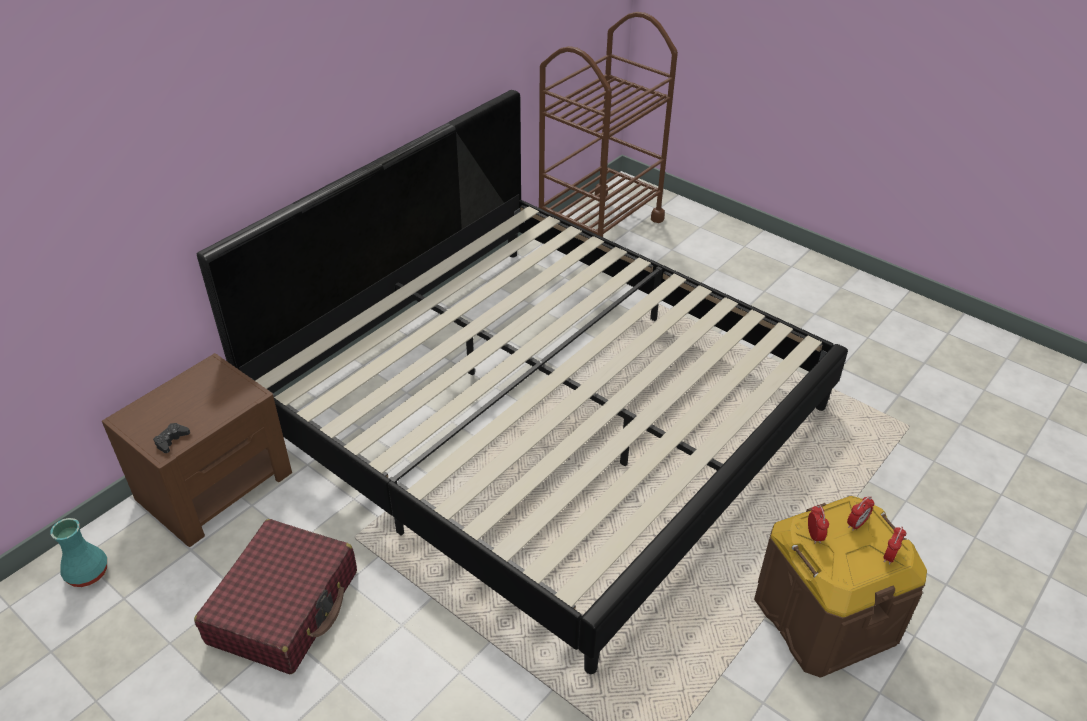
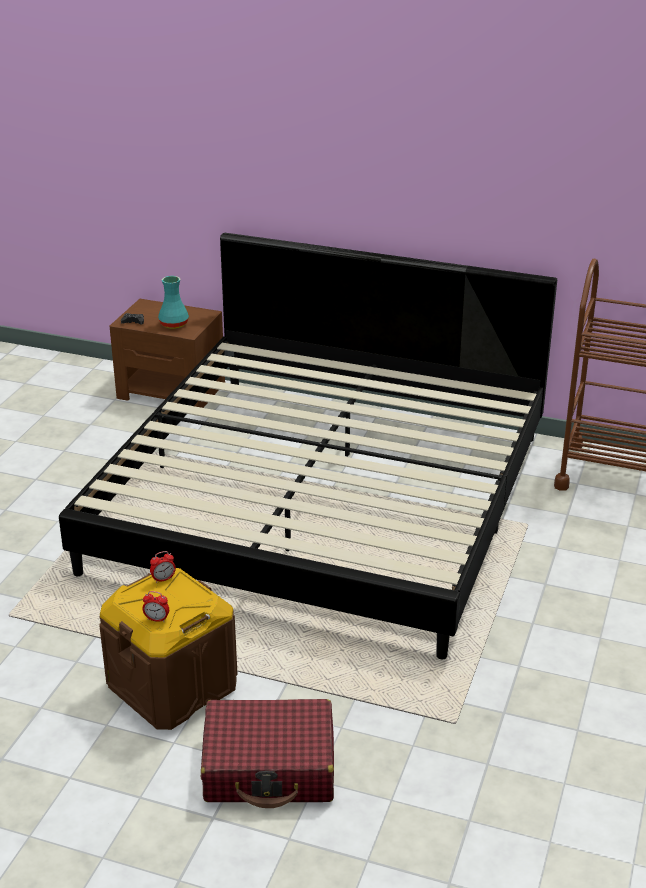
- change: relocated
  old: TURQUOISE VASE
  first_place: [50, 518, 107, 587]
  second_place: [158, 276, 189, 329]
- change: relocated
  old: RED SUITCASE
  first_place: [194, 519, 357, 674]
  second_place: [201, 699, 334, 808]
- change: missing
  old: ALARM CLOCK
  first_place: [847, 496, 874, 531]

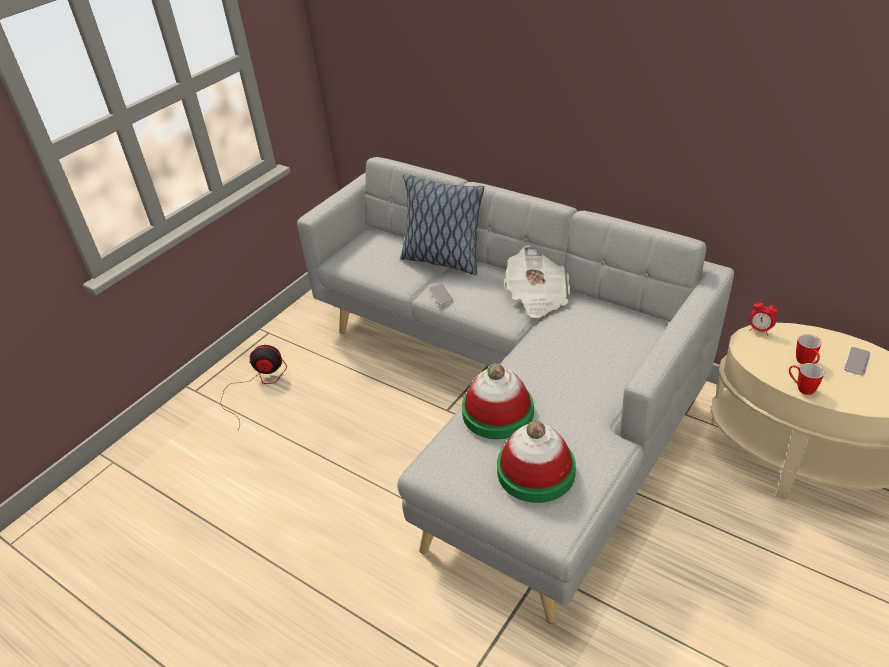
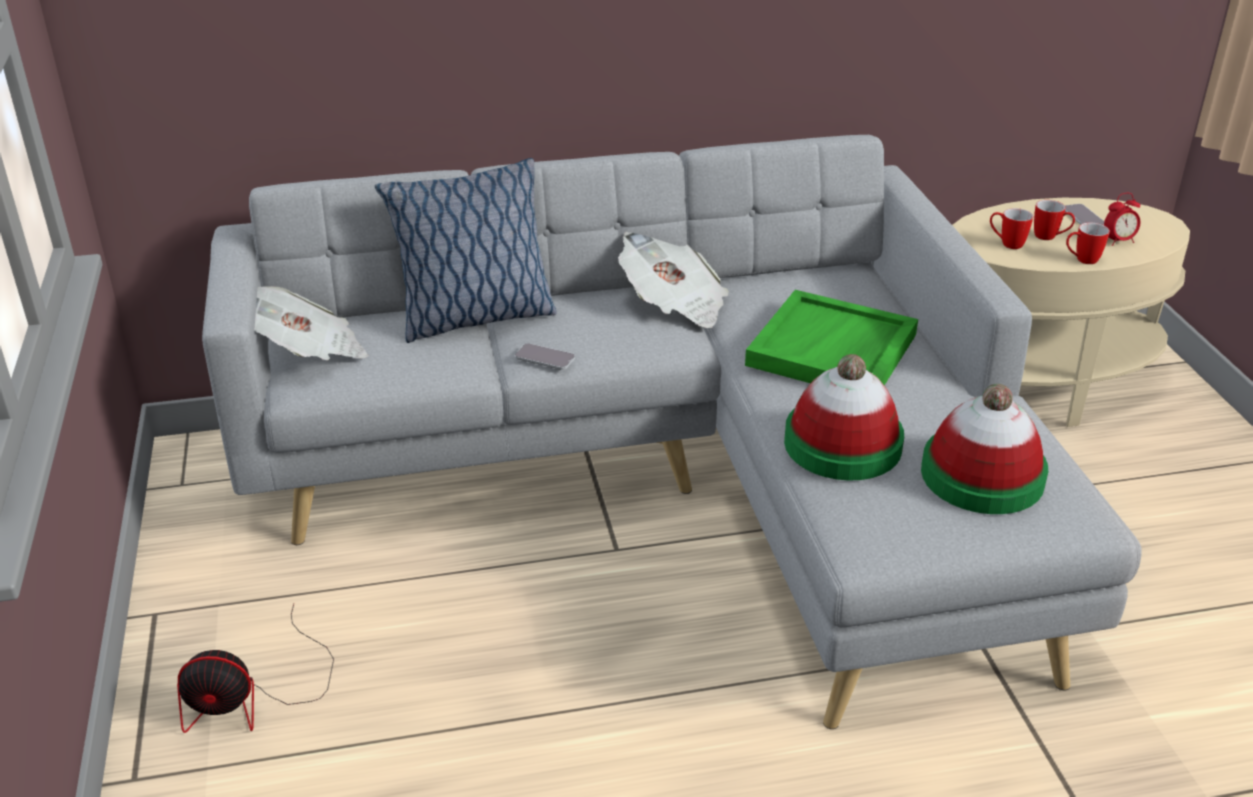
- change: spun
  old: FAN
  first_place: [220, 345, 287, 431]
  second_place: [177, 604, 334, 733]
  degrees: -135
- change: relocated
  old: ALARM CLOCK
  first_place: [749, 299, 778, 336]
  second_place: [1104, 193, 1140, 246]
- change: appeared
  new: NEWSPAPER
  second_place: [254, 286, 369, 360]
- change: appeared
  new: GREEN TRAY
  second_place: [745, 290, 918, 385]
- change: appeared
  new: MUG
  second_place: [990, 208, 1033, 249]

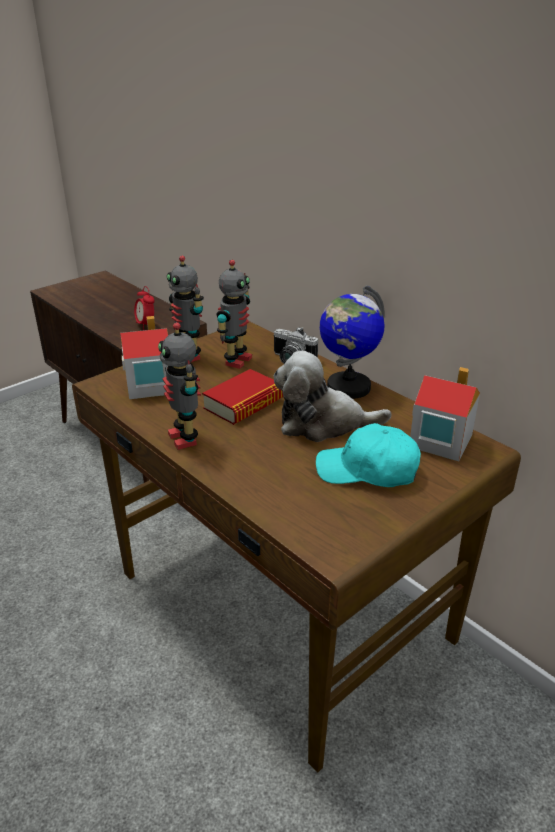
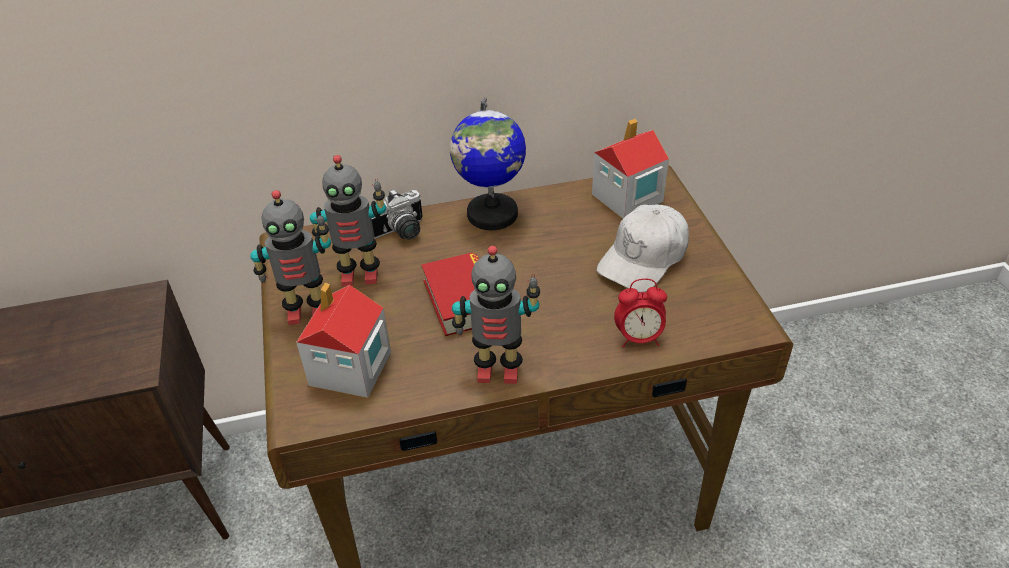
- change: relocated
  old: ALARM CLOCK
  first_place: [134, 286, 155, 330]
  second_place: [614, 279, 667, 347]
- change: spun
  old: TOY ROBOT
  first_place: [217, 260, 252, 369]
  second_place: [310, 155, 386, 287]
  degrees: 120
- change: missing
  old: PLUSH TOY
  first_place: [273, 351, 391, 442]
- change: colour
  old: TURQUOISE CAP
  new: WHITE CAP
  first_place: [316, 423, 421, 487]
  second_place: [597, 205, 689, 292]

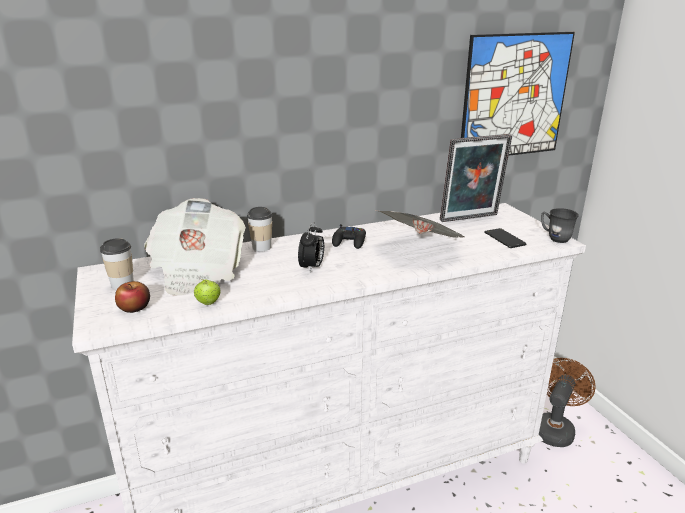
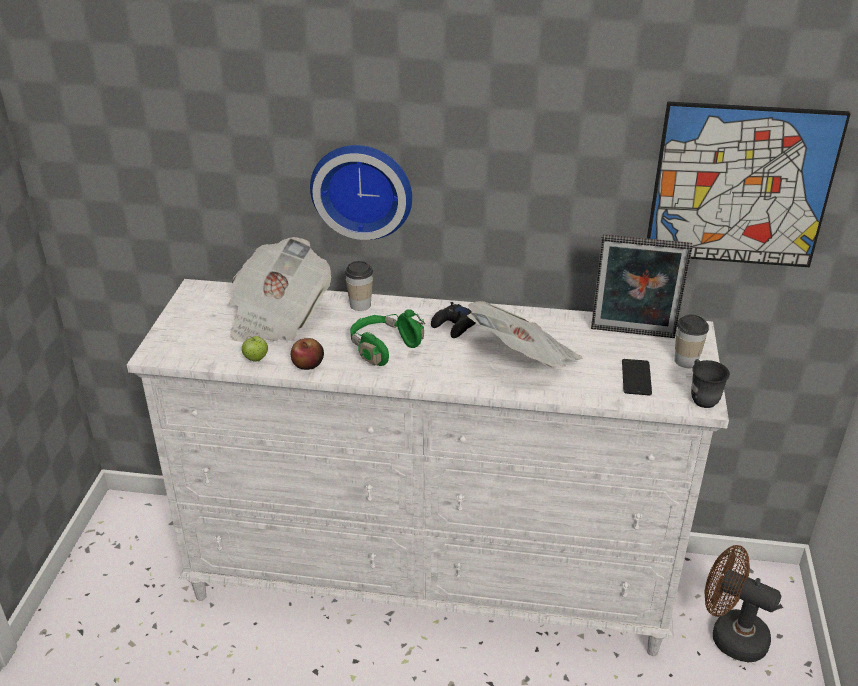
- change: relocated
  old: CUP
  first_place: [100, 238, 134, 289]
  second_place: [674, 314, 709, 368]
- change: relocated
  old: APPLE
  first_place: [115, 281, 150, 313]
  second_place: [291, 338, 324, 370]
- change: exchanged
  old: ALARM CLOCK
  new: GREEN HEADPHONES
  first_place: [298, 222, 324, 272]
  second_place: [350, 309, 426, 366]
- change: spun
  old: BROWN FAN
  first_place: [539, 358, 595, 447]
  second_place: [704, 545, 781, 662]
  degrees: -120
- change: appeared
  new: WALL CLOCK
  second_place: [310, 145, 412, 240]

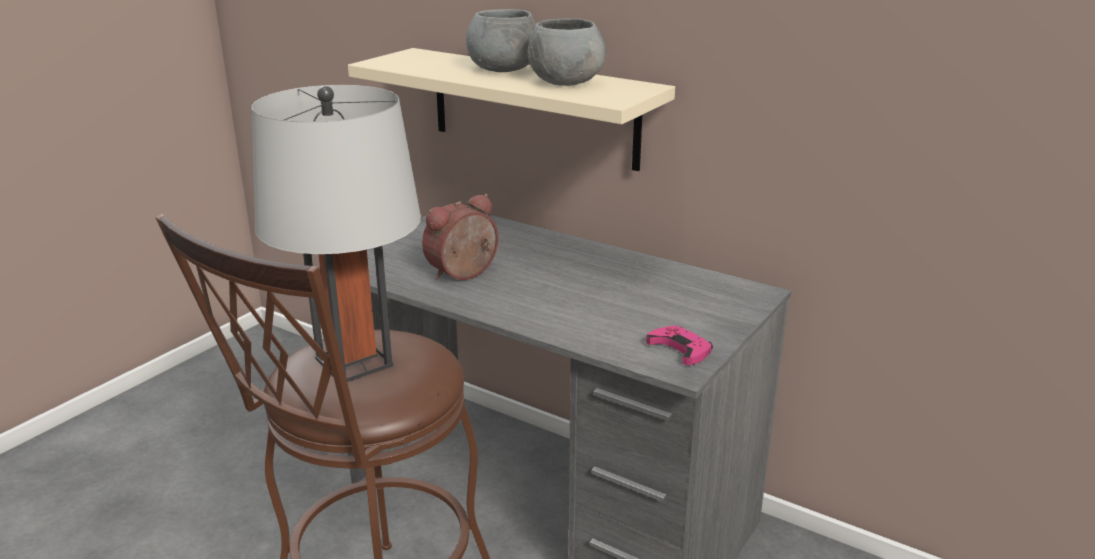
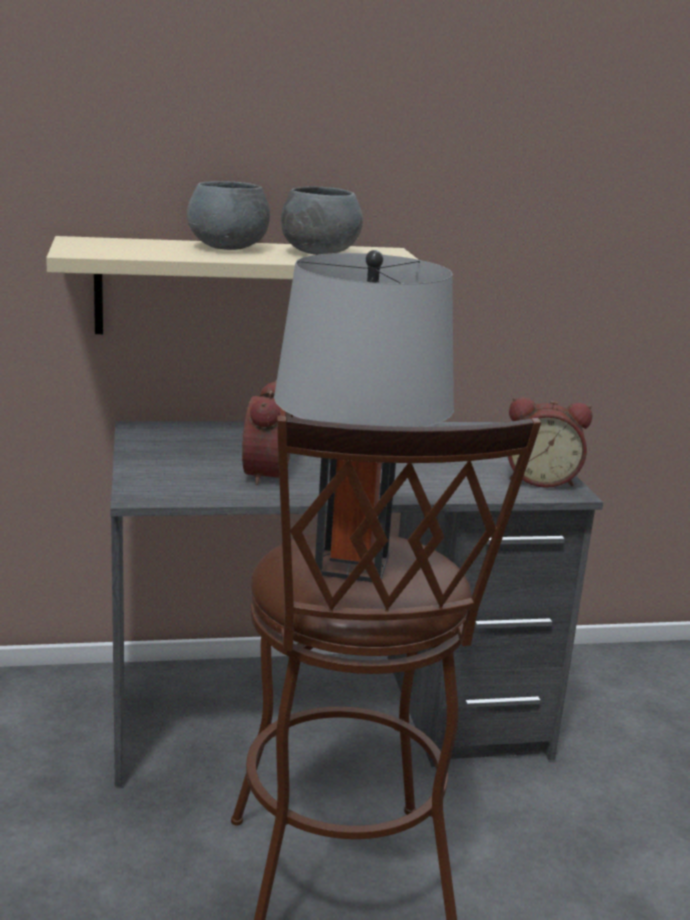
- change: exchanged
  old: PINK GAME CONTROLLER
  new: ALARM CLOCK
  first_place: [646, 326, 713, 365]
  second_place: [508, 397, 592, 488]

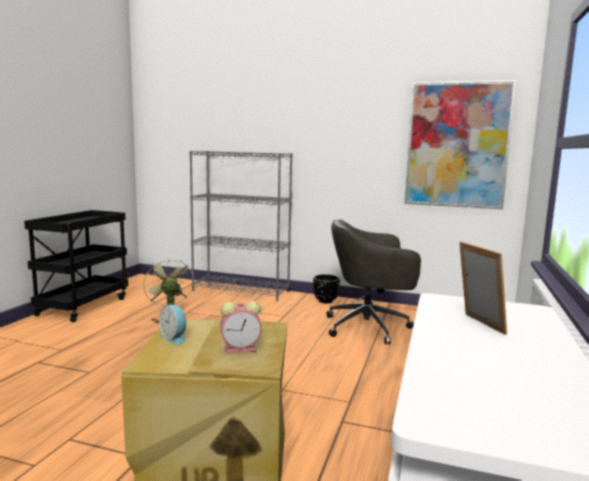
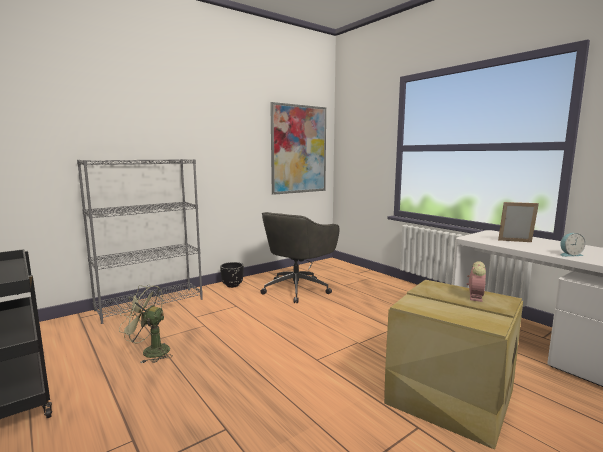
- change: relocated
  old: ALARM CLOCK
  first_place: [160, 305, 187, 345]
  second_place: [560, 233, 585, 257]

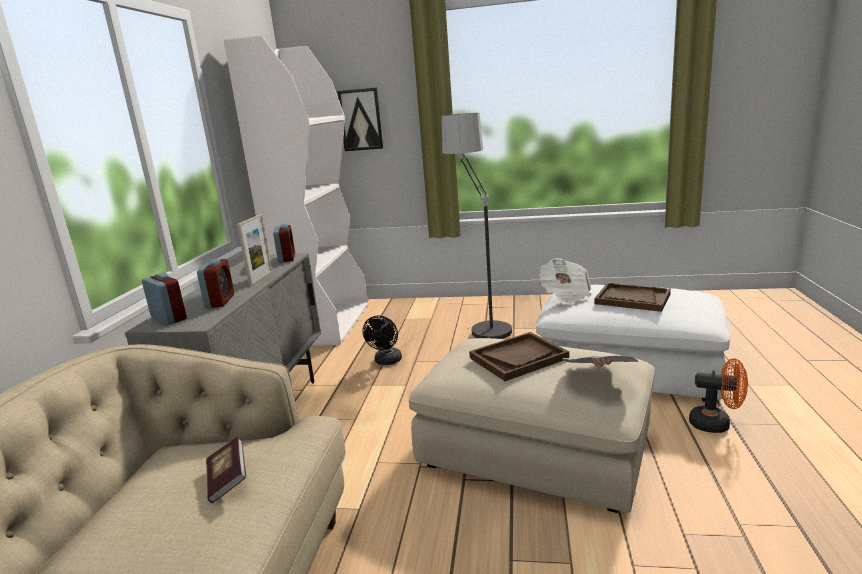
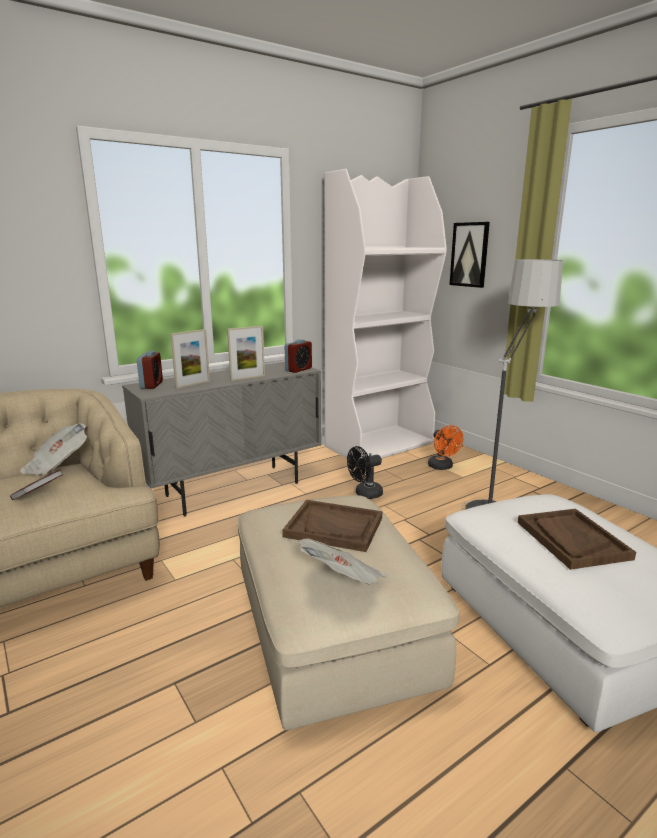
- change: exchanged
  old: ALARM CLOCK
  new: PICTURE FRAME
  first_place: [197, 259, 234, 308]
  second_place: [170, 329, 210, 389]
- change: relocated
  old: NEWSPAPER
  first_place: [539, 258, 591, 305]
  second_place: [20, 423, 87, 475]
- change: relocated
  old: ORANGE FAN
  first_place: [689, 358, 748, 433]
  second_place: [428, 425, 463, 470]

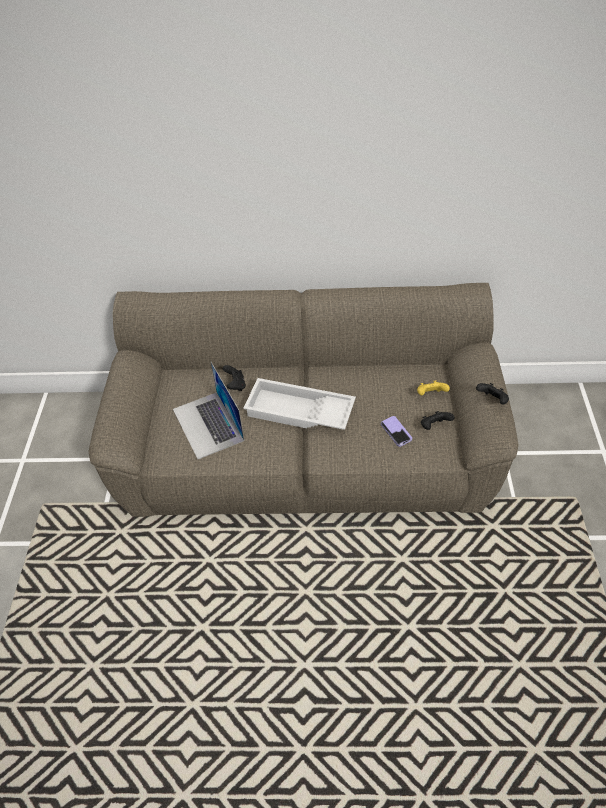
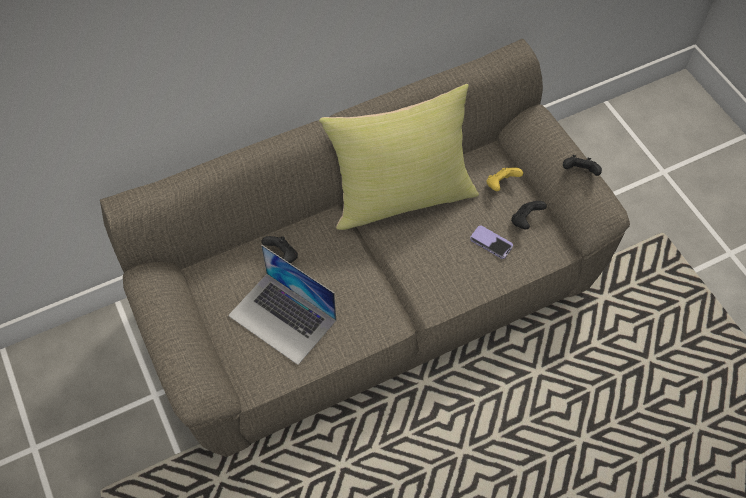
- change: missing
  old: WHITE TRAY
  first_place: [243, 378, 356, 430]
- change: appeared
  new: YELLOW PILLOW
  second_place: [319, 84, 479, 230]

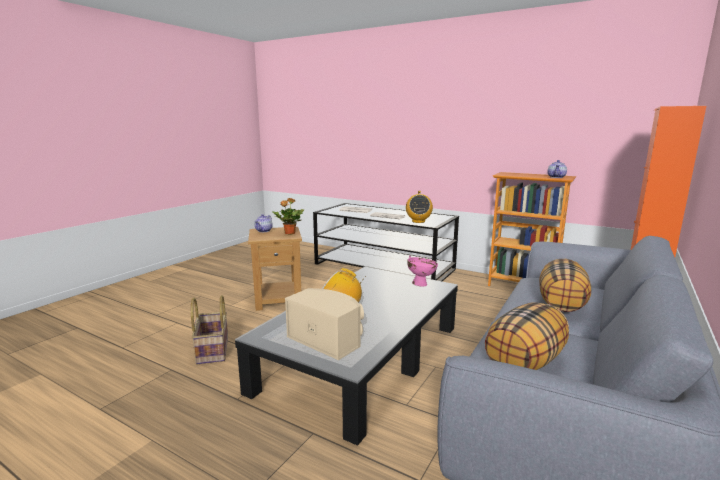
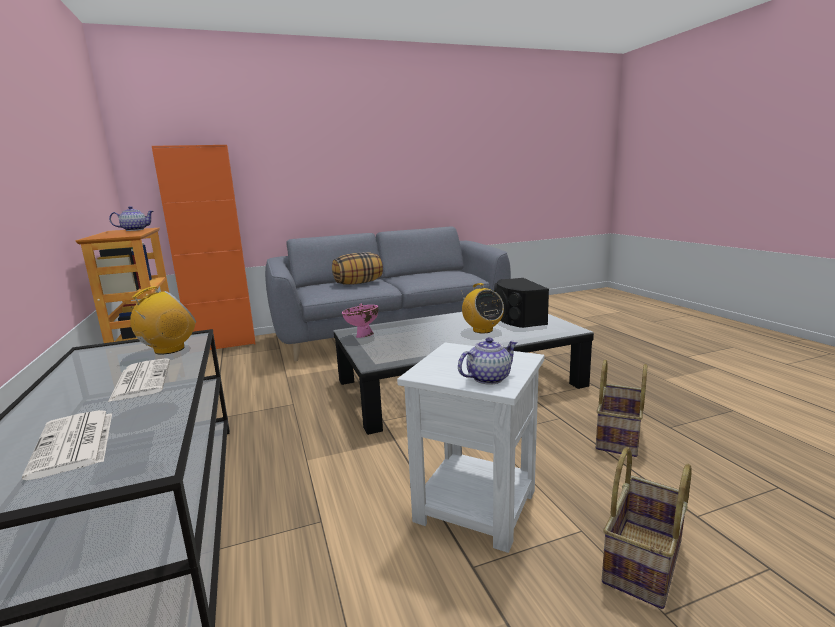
- change: colour
  old: BROWN SIDE TABLE
  new: WHITE SIDE TABLE
  first_place: [248, 227, 302, 311]
  second_place: [397, 343, 544, 553]
- change: missing
  old: POTTED PLANT
  first_place: [273, 198, 304, 234]
- change: colour
  old: BEIGE SPEAKER
  new: BLACK SPEAKER
  first_place: [285, 288, 364, 360]
  second_place: [494, 278, 549, 328]
- change: missing
  old: PILLOW
  first_place: [485, 302, 569, 370]
- change: appeared
  new: BASKET
  second_place: [602, 447, 692, 609]

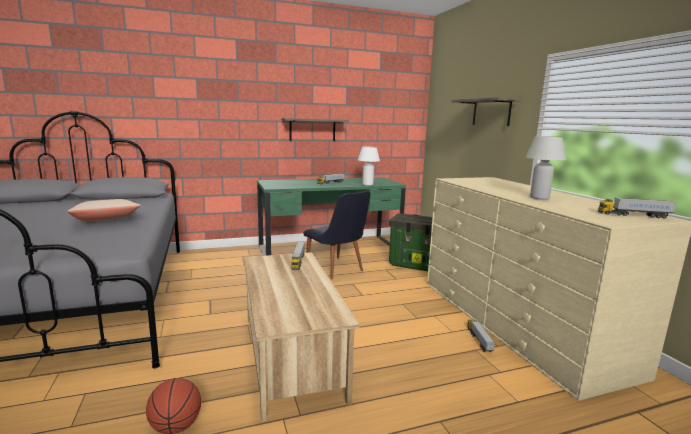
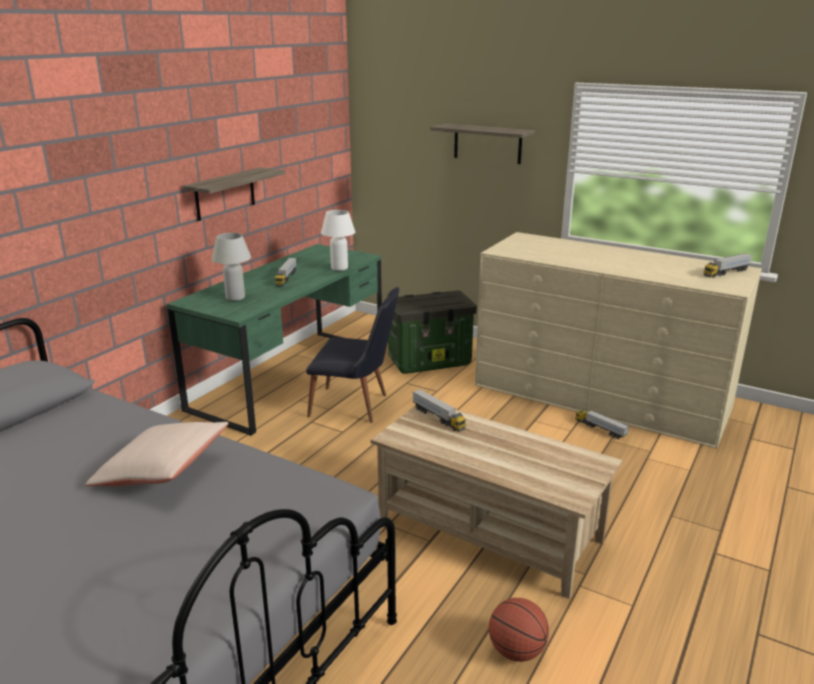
- change: relocated
  old: WHITE TABLE LAMP
  first_place: [526, 136, 566, 200]
  second_place: [212, 233, 251, 301]

